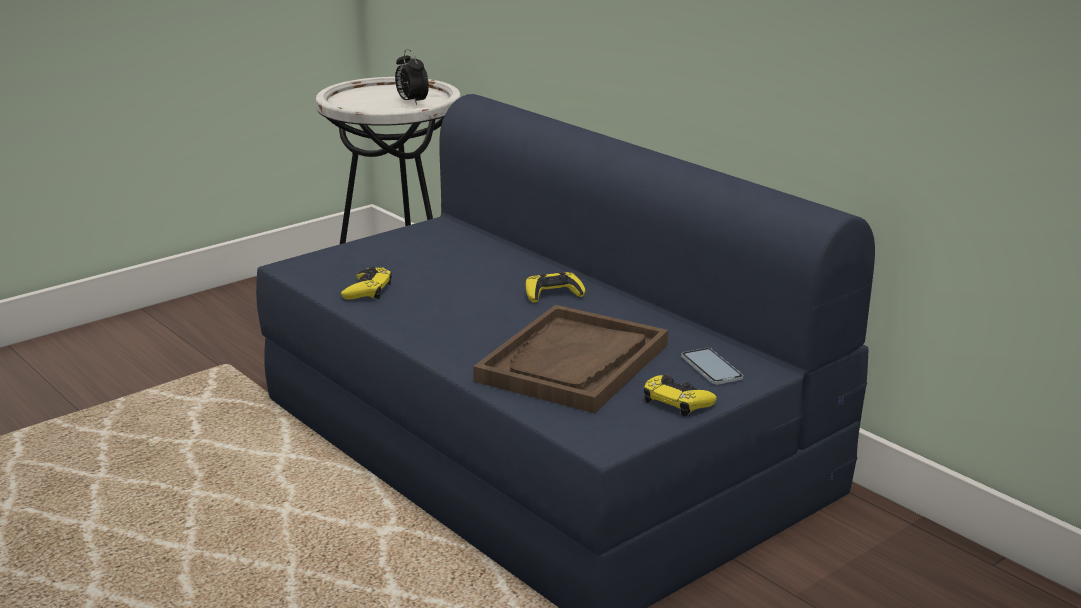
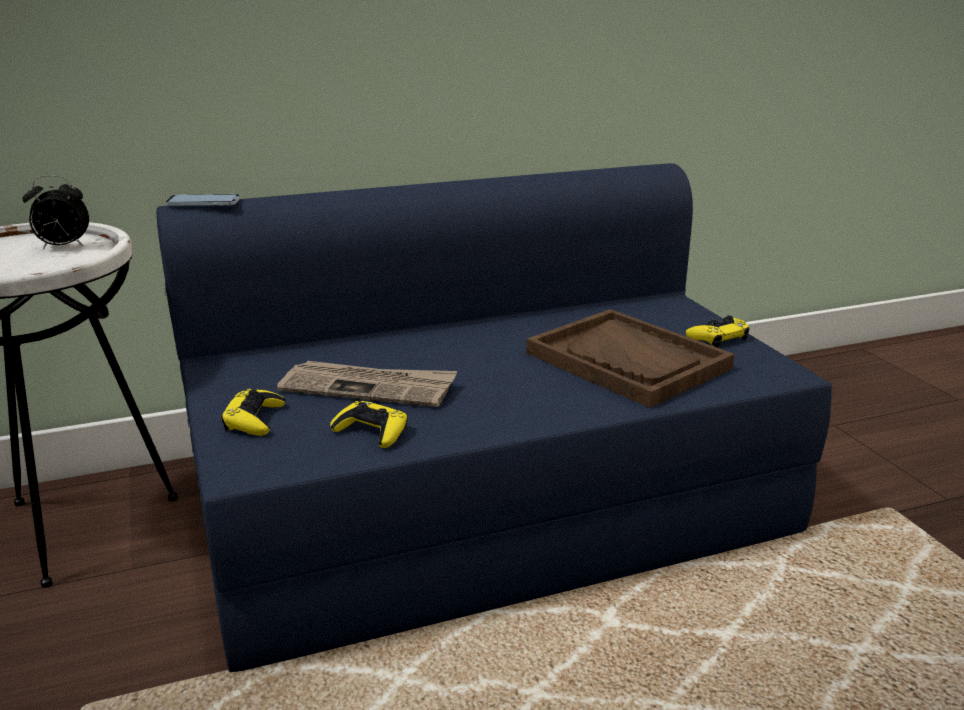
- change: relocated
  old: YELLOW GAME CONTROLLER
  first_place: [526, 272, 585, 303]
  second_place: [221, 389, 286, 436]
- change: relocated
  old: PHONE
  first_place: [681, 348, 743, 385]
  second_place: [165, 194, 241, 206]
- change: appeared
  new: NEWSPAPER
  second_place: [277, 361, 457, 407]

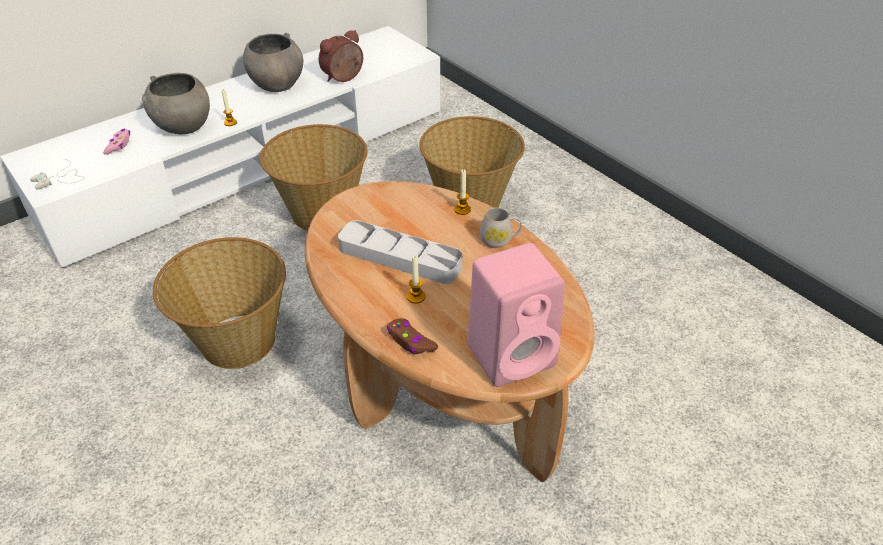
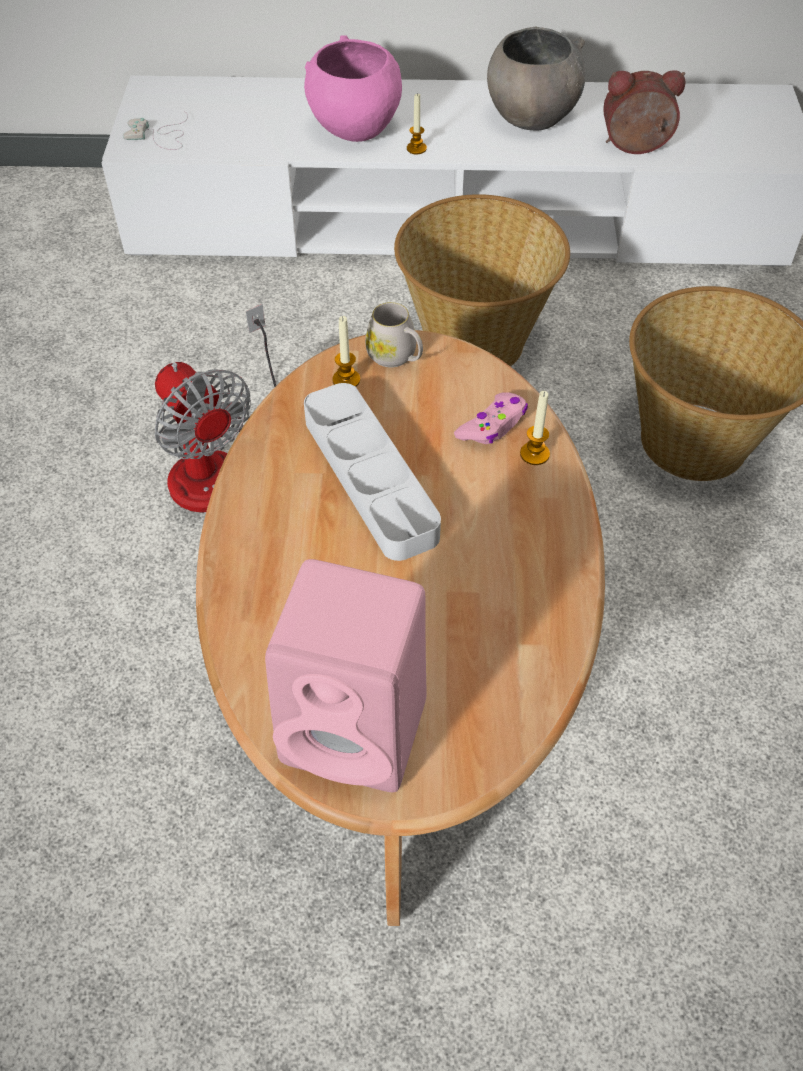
- change: relocated
  old: PINK GAME CONTROLLER
  first_place: [103, 129, 130, 155]
  second_place: [454, 392, 528, 444]
- change: colour
  old: GREY BOWL
  new: PINK BOWL
  first_place: [142, 73, 210, 134]
  second_place: [304, 35, 402, 142]
- change: exchanged
  old: BASKET
  new: FAN
  first_place: [153, 237, 286, 369]
  second_place: [154, 304, 277, 513]
- change: missing
  old: BROWN GAME CONTROLLER
  first_place: [387, 318, 438, 354]
- change: relocated
  old: CANDLE
  first_place: [407, 255, 425, 303]
  second_place: [332, 316, 360, 387]
- change: relocated
  old: WHITE MUG
  first_place: [480, 207, 522, 248]
  second_place: [365, 302, 423, 367]

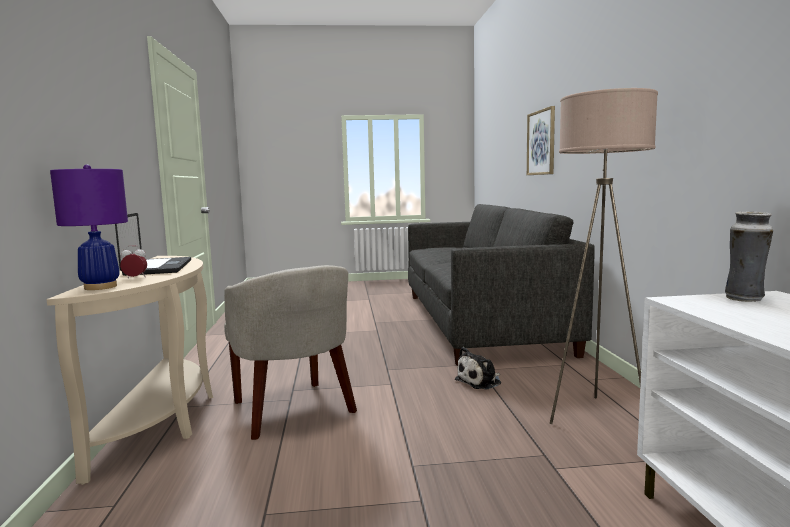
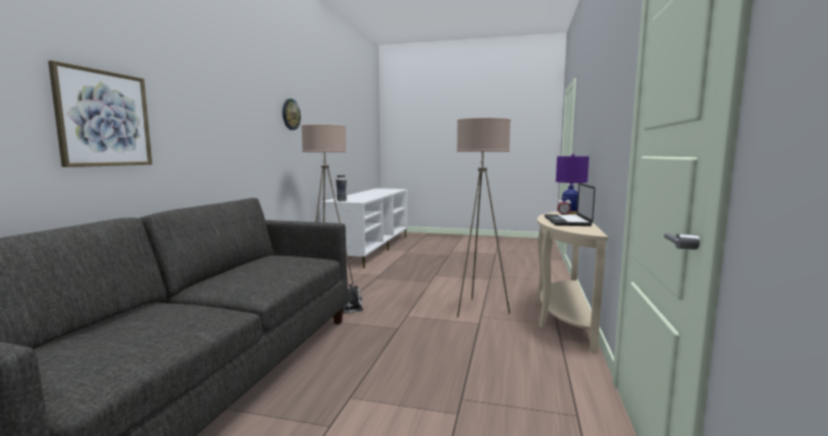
- change: exchanged
  old: BEIGE ARMCHAIR
  new: BEIGE FLOOR LAMP
  first_place: [224, 265, 357, 440]
  second_place: [457, 117, 511, 317]
- change: appeared
  new: WALL CLOCK
  second_place: [283, 99, 301, 130]

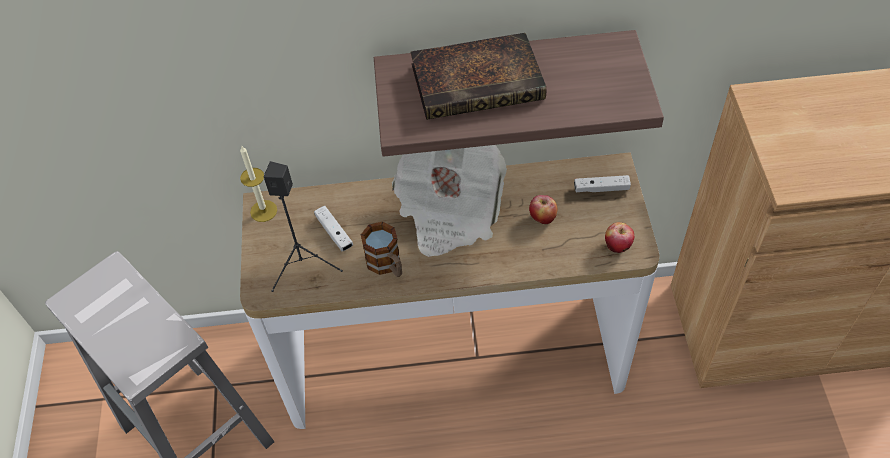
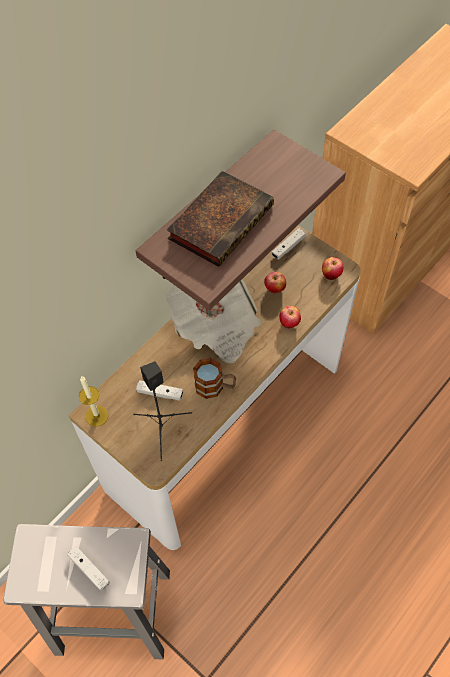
- change: appeared
  new: WHITE GAME CONTROLLER
  second_place: [67, 546, 110, 591]
- change: appeared
  new: APPLE
  second_place: [279, 306, 301, 329]

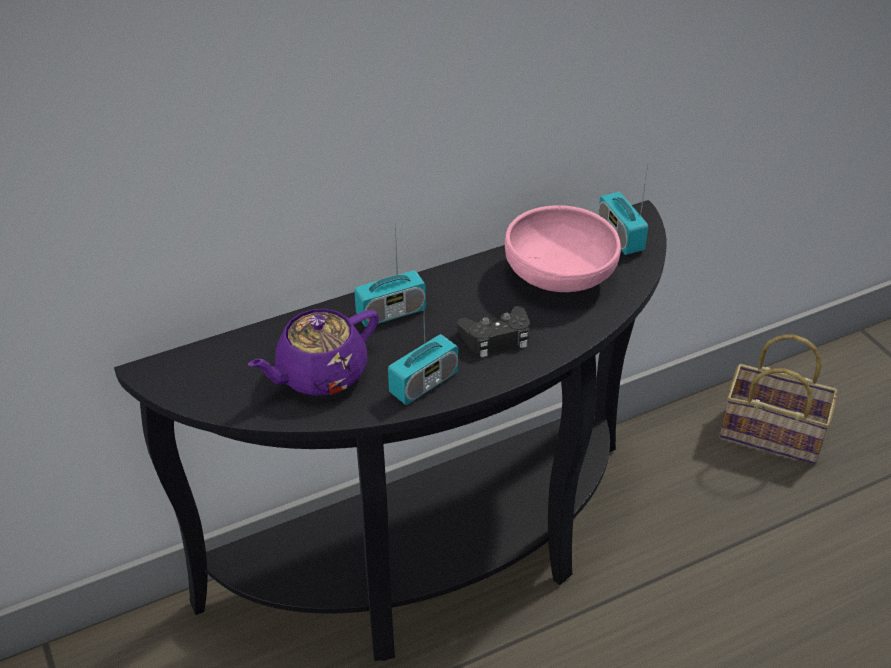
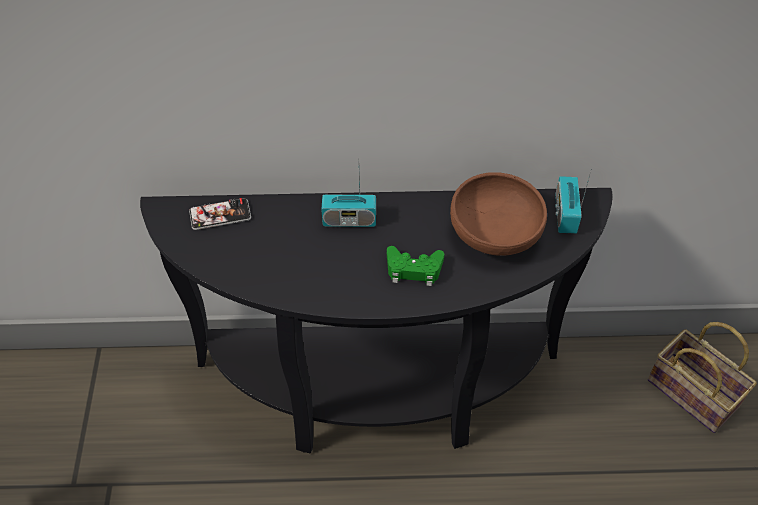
- change: missing
  old: PURPLE TEAPOT
  first_place: [248, 309, 379, 396]
- change: missing
  old: RADIO
  first_place: [388, 289, 458, 405]
- change: colour
  old: BLACK GAME CONTROLLER
  new: GREEN GAME CONTROLLER
  first_place: [457, 306, 530, 357]
  second_place: [387, 246, 444, 286]
- change: colour
  old: PINK BOWL
  new: BROWN BOWL
  first_place: [505, 205, 621, 292]
  second_place: [450, 172, 547, 256]
- change: appeared
  new: PHONE
  second_place: [189, 198, 251, 230]

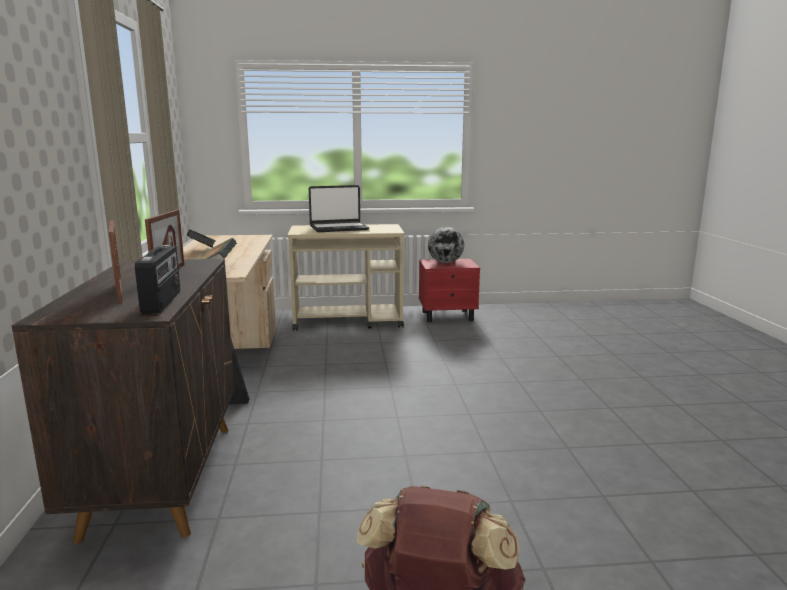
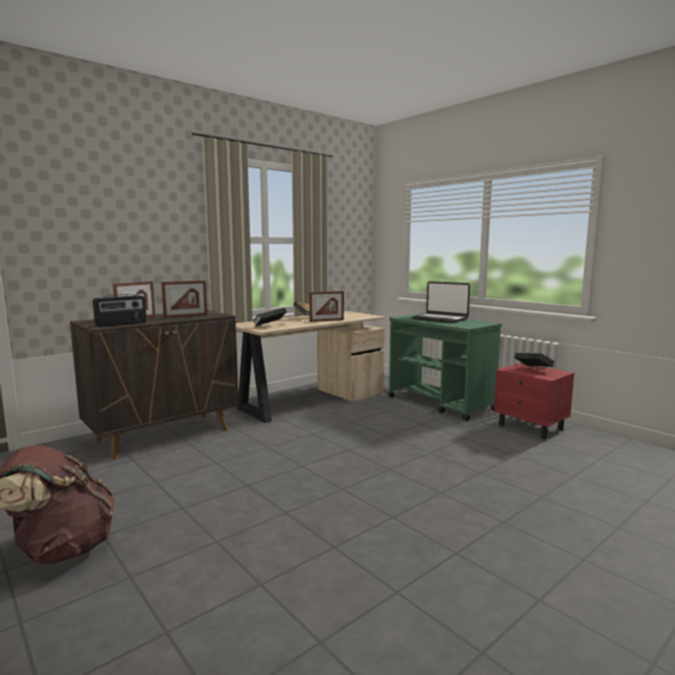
- change: colour
  old: BEIGE CART
  new: GREEN CART
  first_place: [288, 224, 404, 331]
  second_place: [388, 313, 502, 421]
- change: exchanged
  old: GLOBE
  new: BOOK
  first_place: [428, 227, 464, 263]
  second_place: [514, 353, 555, 367]
- change: appeared
  new: PICTURE FRAME
  second_place: [309, 291, 344, 322]

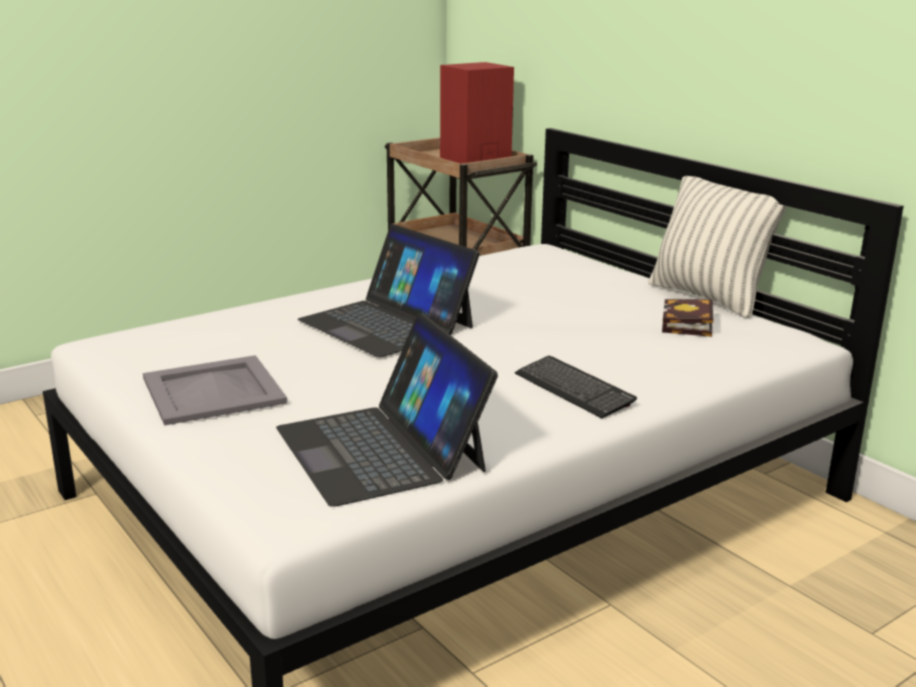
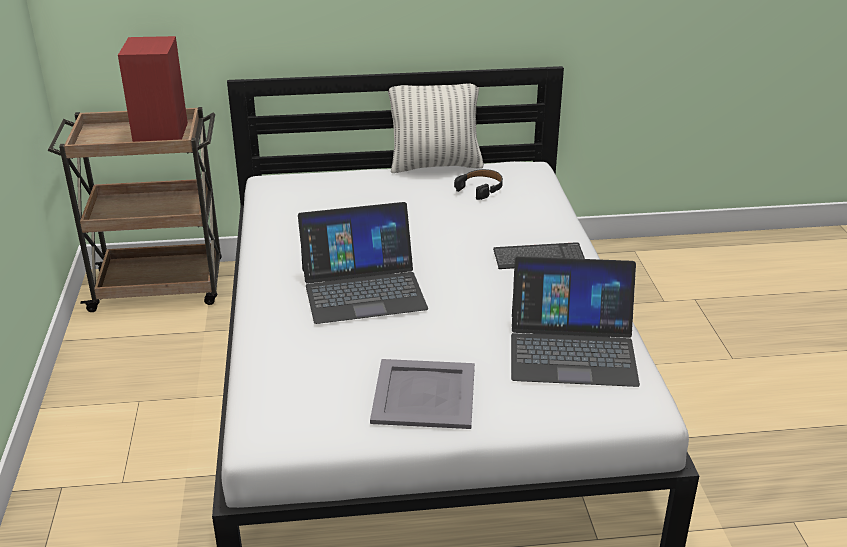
- change: exchanged
  old: BOOK
  new: BLACK HEADPHONES
  first_place: [662, 299, 713, 337]
  second_place: [454, 169, 503, 200]

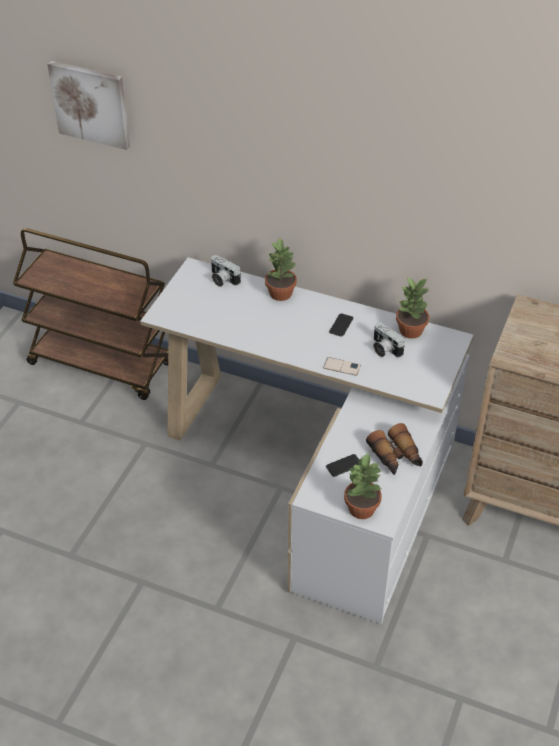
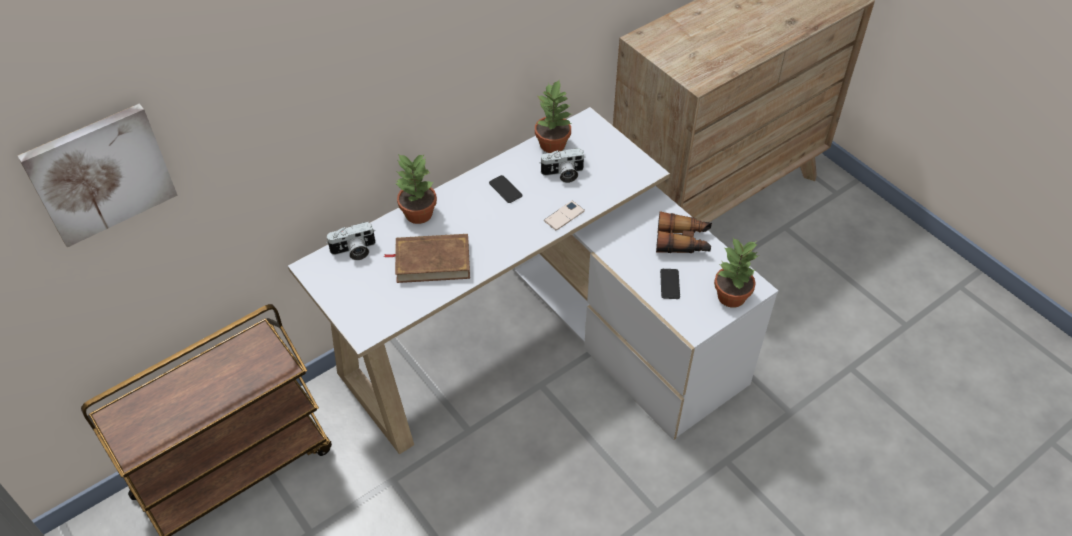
- change: appeared
  new: BROWN BOOK
  second_place: [384, 234, 470, 283]

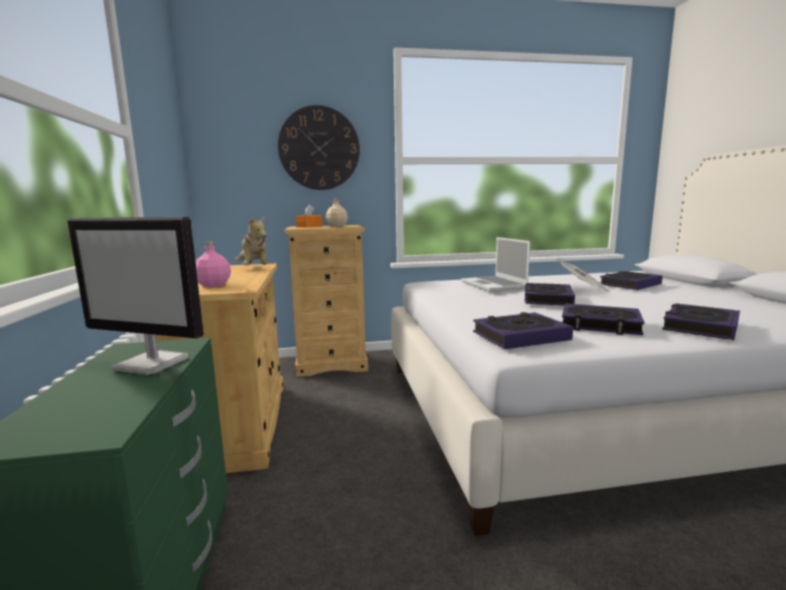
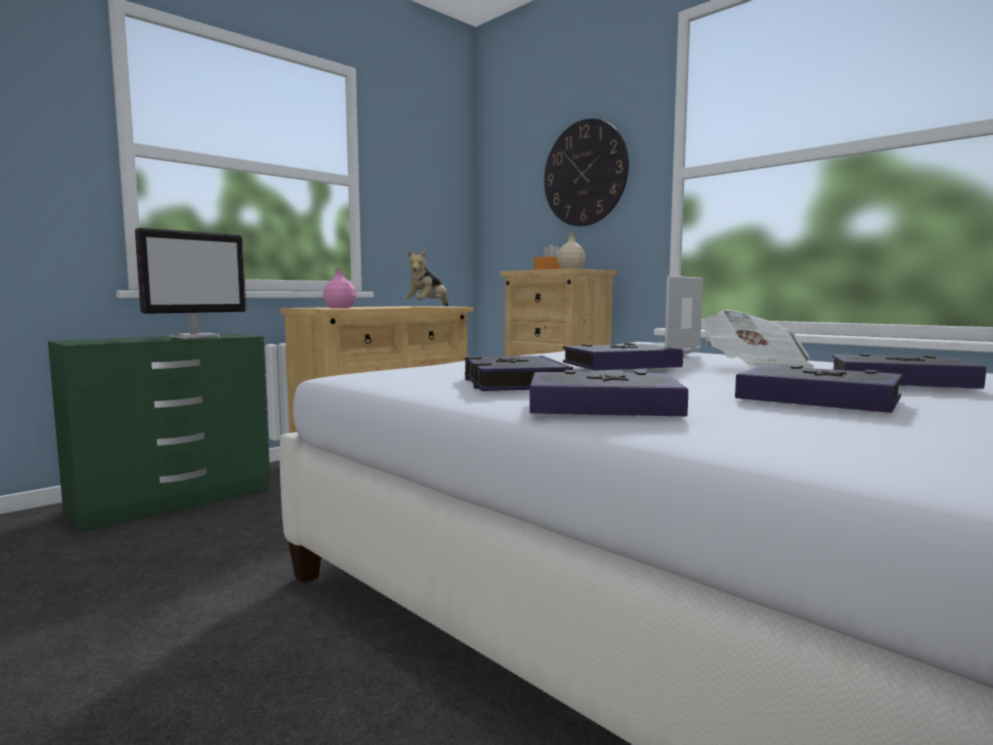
- change: spun
  old: MONITOR
  first_place: [67, 217, 204, 375]
  second_place: [135, 228, 246, 339]
  degrees: -120
- change: relocated
  old: BOOK
  first_place: [473, 312, 573, 349]
  second_place: [735, 365, 903, 413]

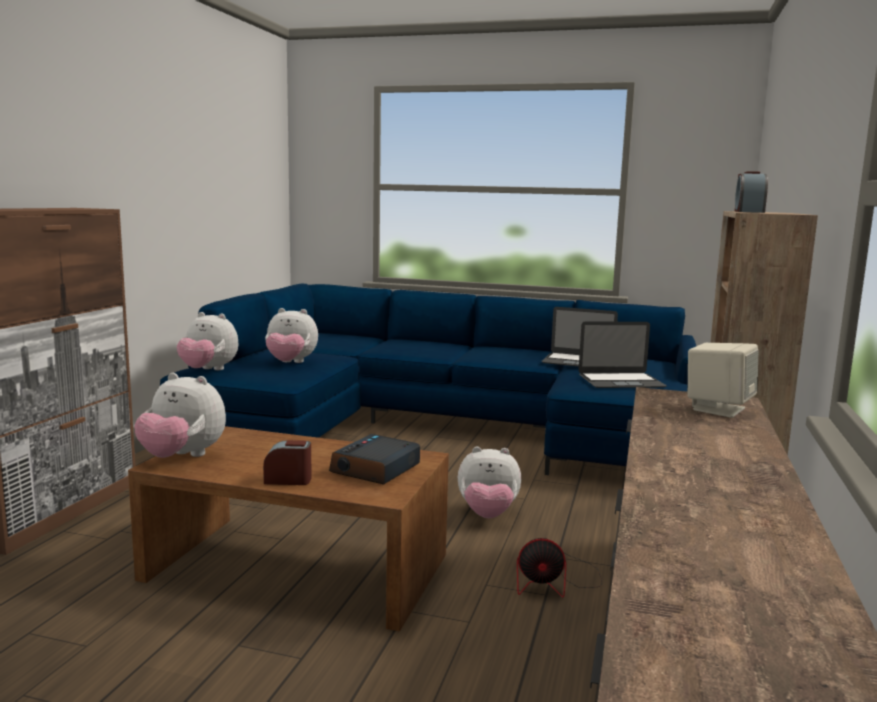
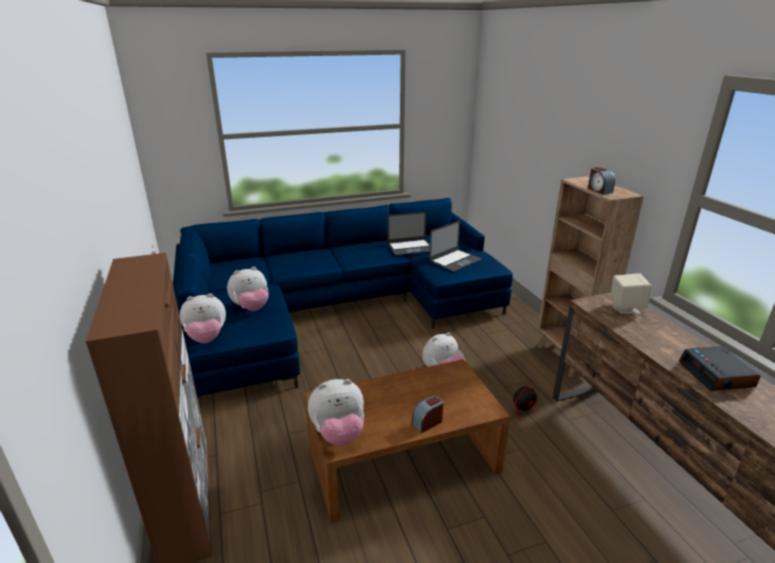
- change: relocated
  old: ALARM CLOCK
  first_place: [329, 434, 420, 485]
  second_place: [679, 346, 761, 391]

